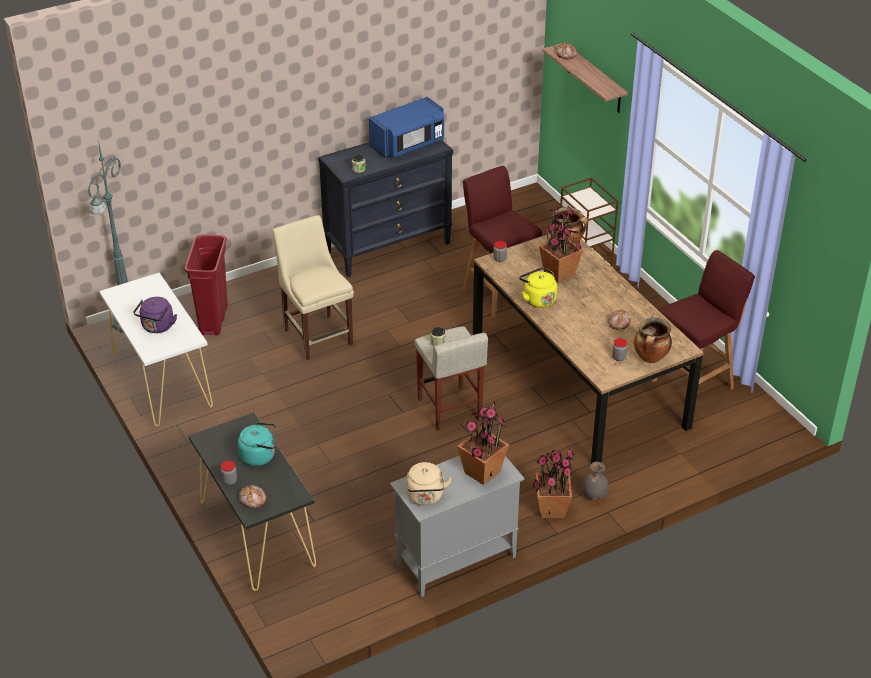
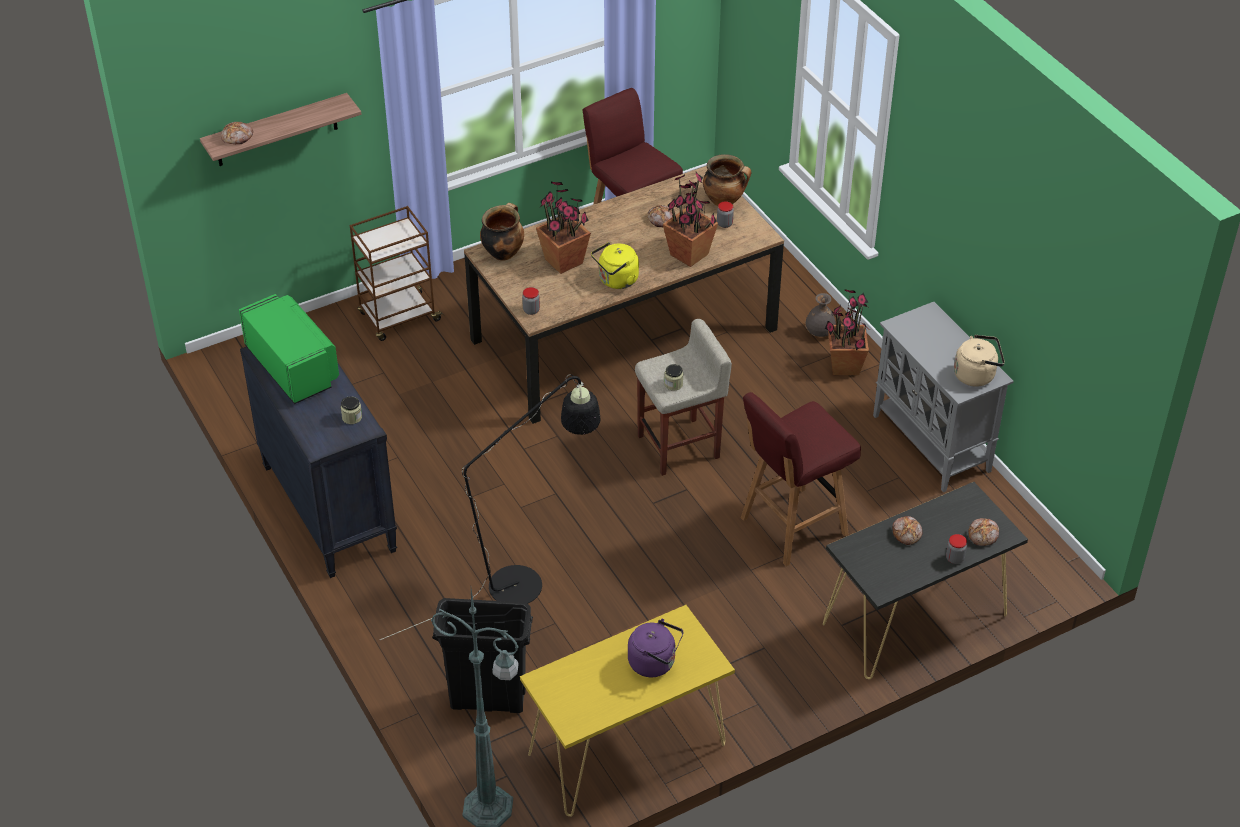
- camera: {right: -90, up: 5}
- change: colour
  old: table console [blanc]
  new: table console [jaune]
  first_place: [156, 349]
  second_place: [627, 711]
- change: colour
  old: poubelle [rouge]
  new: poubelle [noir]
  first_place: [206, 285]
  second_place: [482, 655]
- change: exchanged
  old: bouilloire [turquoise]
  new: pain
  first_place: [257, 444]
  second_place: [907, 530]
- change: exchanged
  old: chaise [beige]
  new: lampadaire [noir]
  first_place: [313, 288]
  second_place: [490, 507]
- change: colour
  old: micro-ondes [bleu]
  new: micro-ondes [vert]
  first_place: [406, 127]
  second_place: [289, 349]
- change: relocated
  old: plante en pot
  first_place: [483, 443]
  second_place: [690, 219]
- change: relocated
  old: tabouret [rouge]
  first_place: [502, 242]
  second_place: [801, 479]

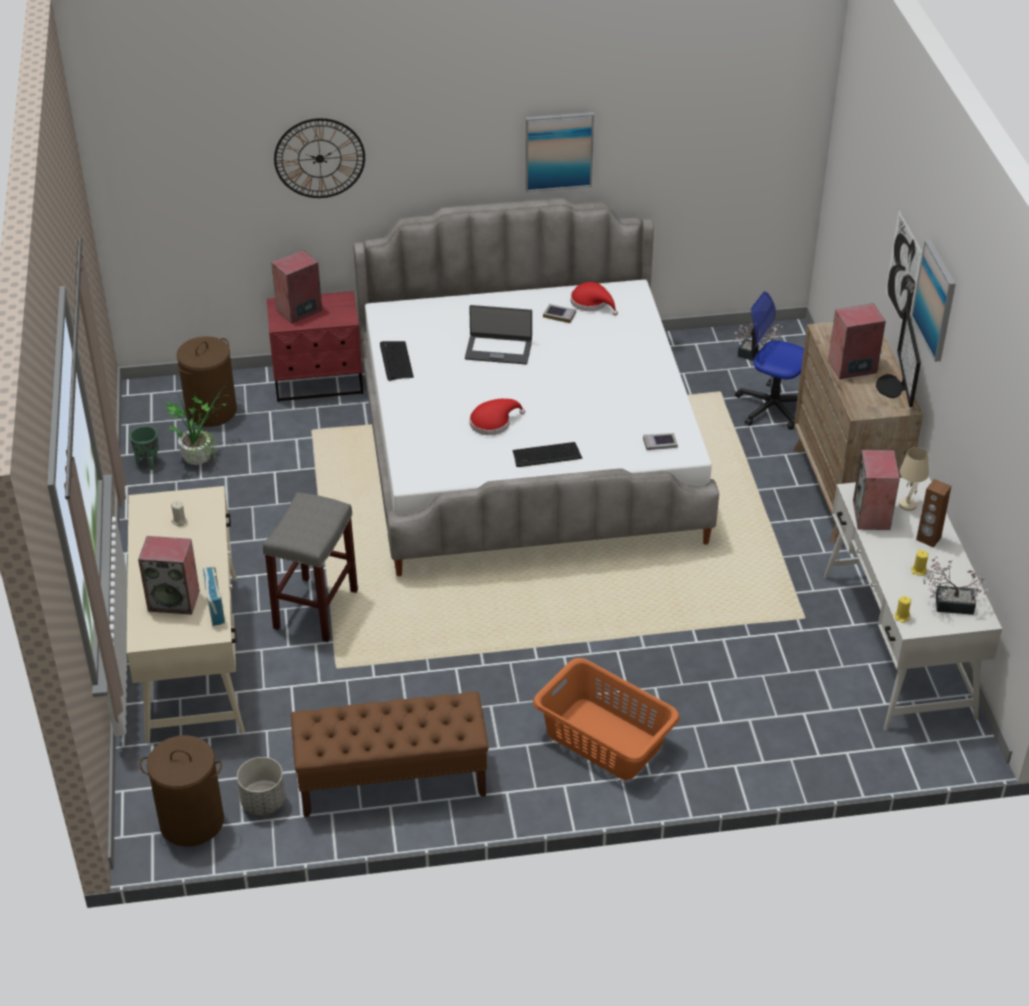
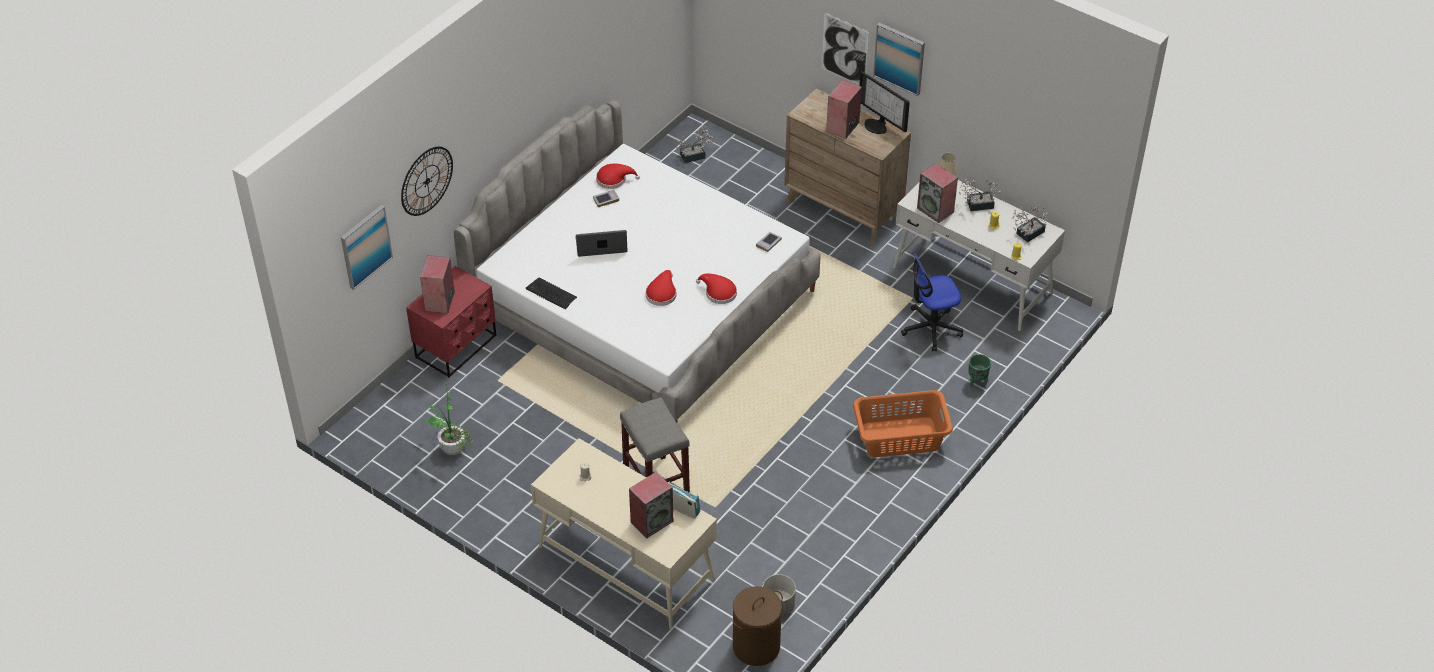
- camera: {right: -45, up: 5}
- change: relocated
  old: cache-pot [vert]
  first_place: [144, 448]
  second_place: [979, 370]
- change: missing
  old: panier à linge [marron]
  first_place: [207, 382]
- change: missing
  old: banc [marron]
  first_place: [390, 754]
- change: spun
  old: ordinateur portable
  first_place: [498, 334]
  second_place: [601, 243]
  degrees: -150
- change: exchanged
  old: clavier
  new: chapeau [rouge]
  first_place: [547, 454]
  second_place: [716, 289]
- change: relocated
  old: tableau
  first_place: [559, 152]
  second_place: [367, 247]
- change: relocated
  old: chaise de bureau
  first_place: [769, 360]
  second_place: [932, 302]
- change: exchanged
  old: enceinte [marron]
  new: plante en pot
  first_place: [933, 513]
  second_place: [980, 193]

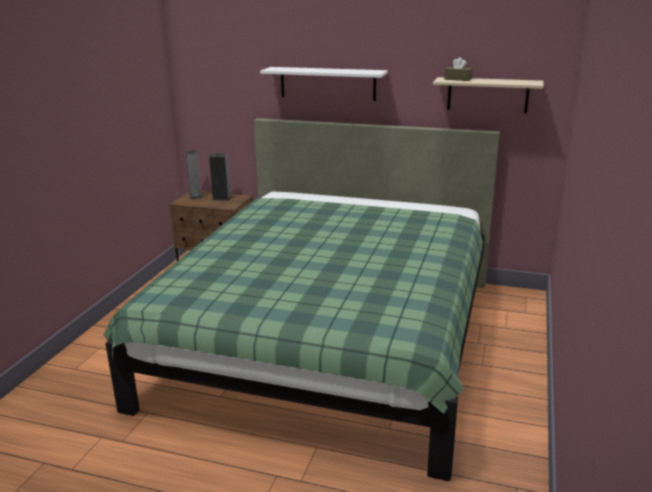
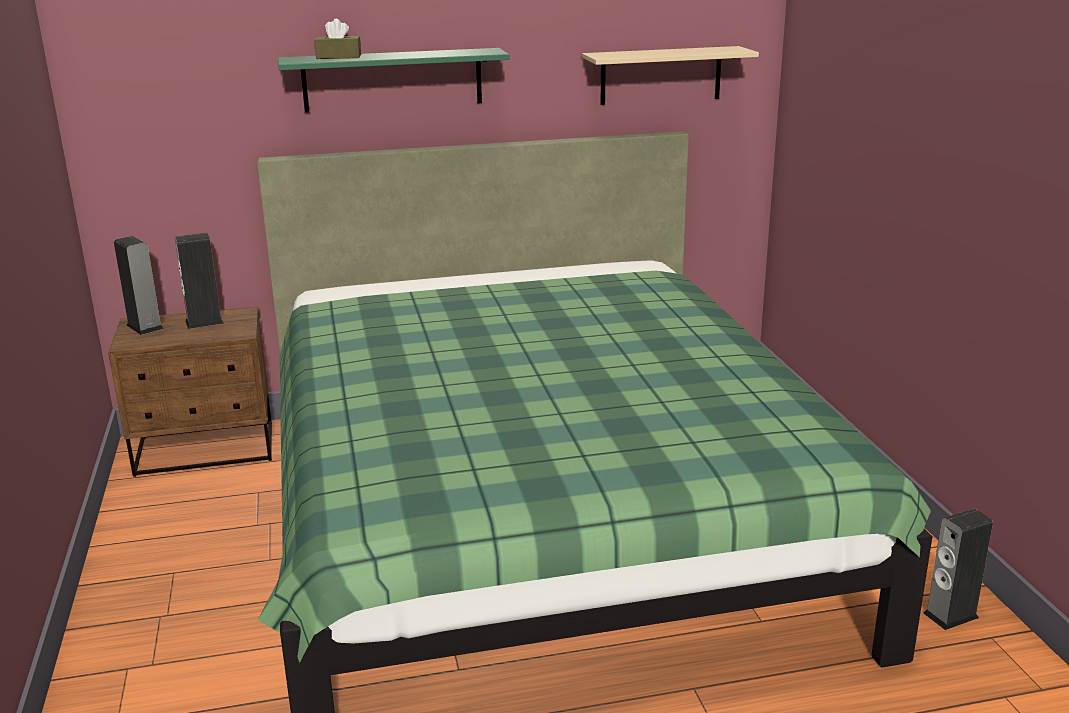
- camera: {right: -30, up: 0}
- change: colour
  old: étagère [blanc]
  new: étagère [vert]
  first_place: [324, 84]
  second_place: [394, 80]
- change: relocated
  old: boîte à mouchoirs [marron]
  first_place: [458, 69]
  second_place: [337, 39]
- change: appeared
  new: enceinte
  second_place: [958, 569]

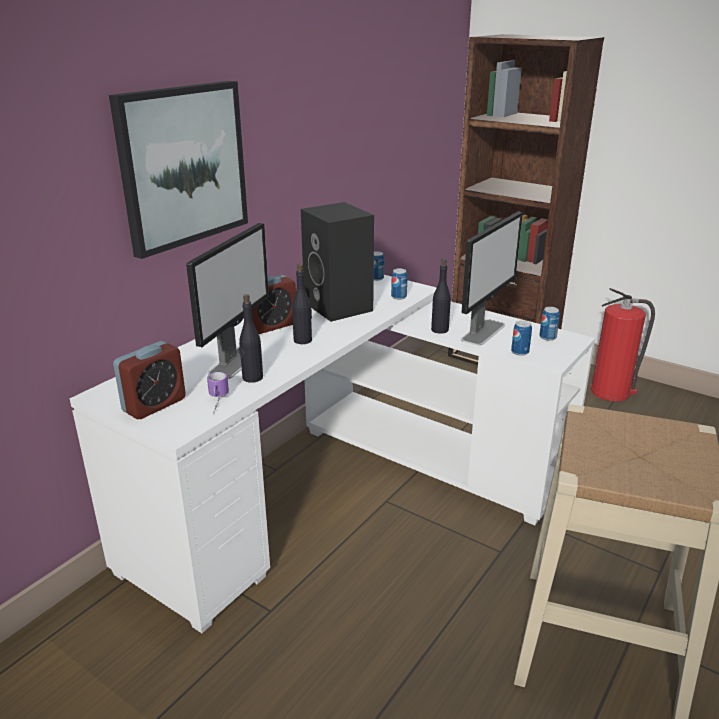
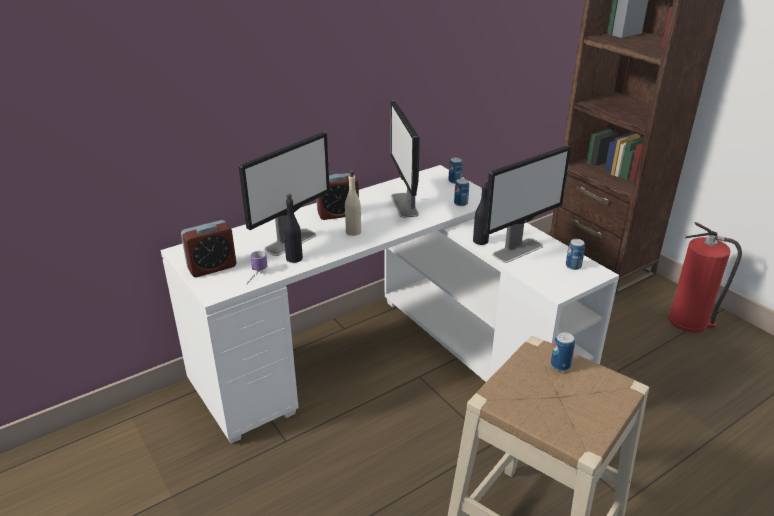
- camera: {right: 20, up: 5}
- change: missing
  old: tableau
  first_place: [178, 170]
- change: colour
  old: bouteille [noir]
  new: bouteille [beige]
  first_place: [302, 304]
  second_place: [353, 203]
- change: exchanged
  old: enceinte [noir]
  new: écran d'ordinateur
  first_place: [337, 262]
  second_place: [405, 159]
- change: relocated
  old: boîte métallique
  first_place: [521, 338]
  second_place: [563, 351]

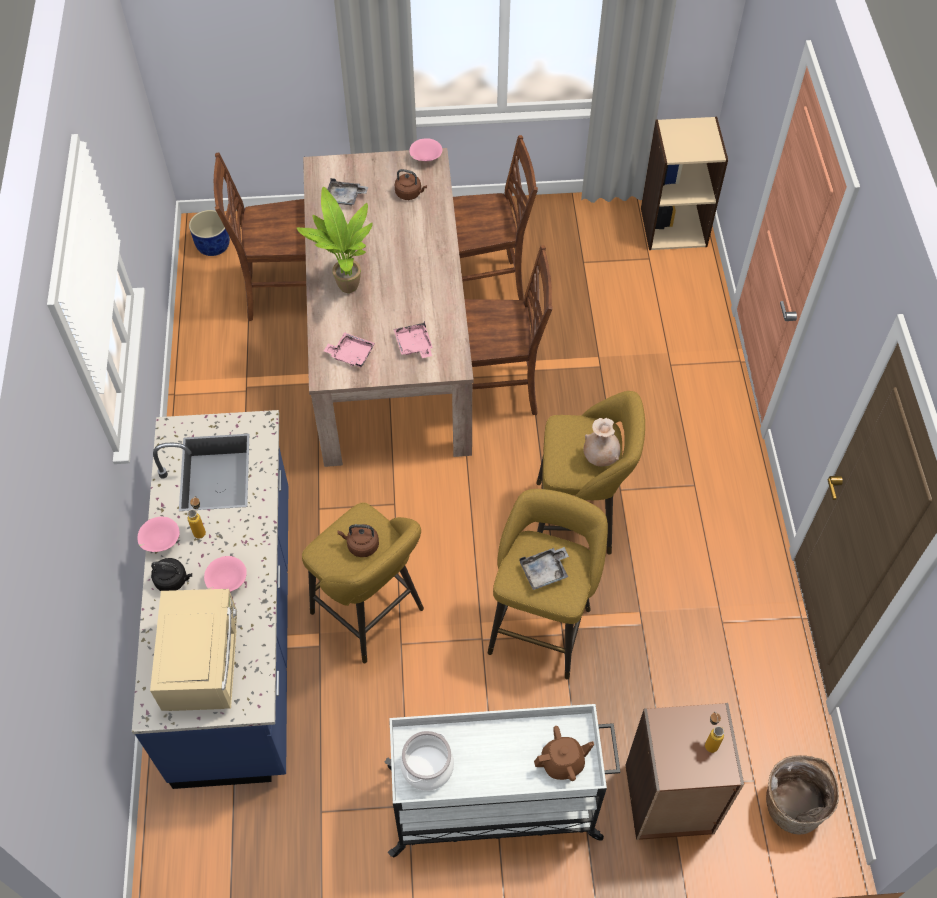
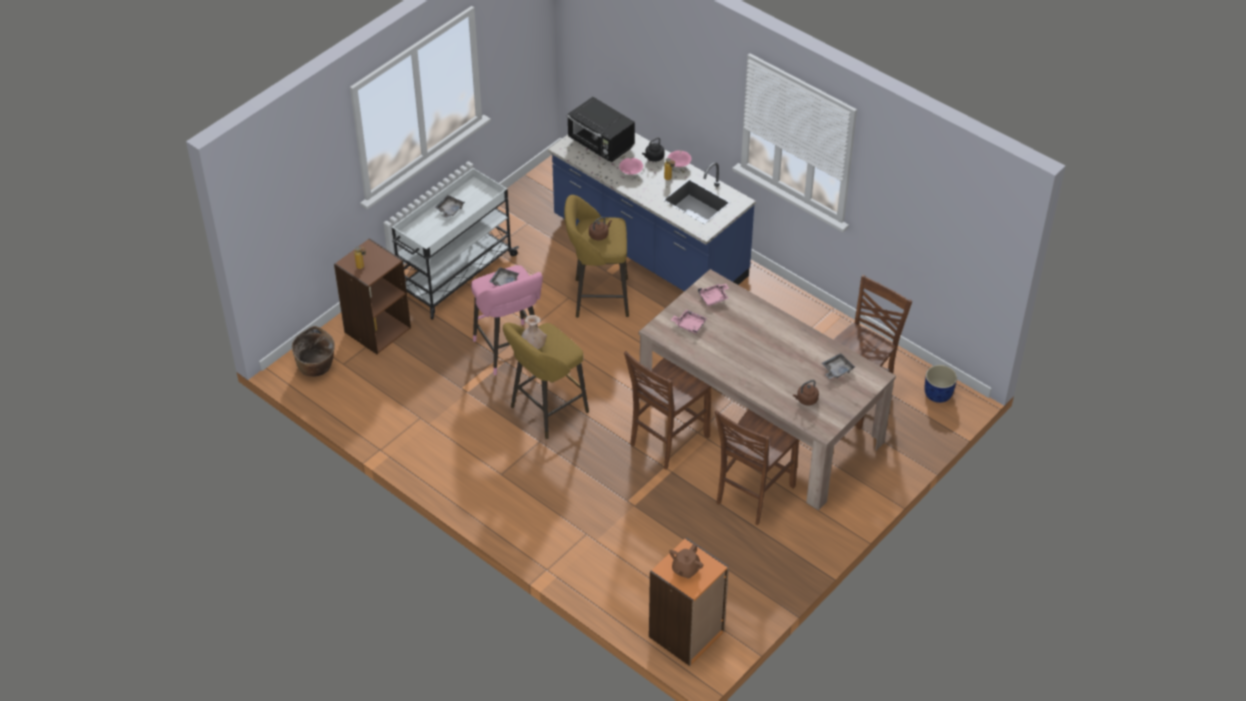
- camera: {right: 135, up: -10}
- change: colour
  old: micro-ondes [beige]
  new: micro-ondes [noir]
  first_place: [193, 650]
  second_place: [601, 129]
- change: missing
  old: plante en pot
  first_place: [335, 240]
- change: missing
  old: marmite
  first_place: [427, 761]
- change: missing
  old: bol [rose]
  first_place: [426, 149]
- change: colour
  old: tabouret [jaune]
  new: tabouret [rose]
  first_place: [548, 584]
  second_place: [507, 320]
- change: relocated
  old: théière [marron]
  first_place: [564, 753]
  second_place: [686, 561]
- change: colour
  old: bibliothèque [beige]
  new: bibliothèque [orange]
  first_place: [684, 183]
  second_place: [689, 601]
- change: appeared
  new: plateau [gris]
  second_place: [450, 206]

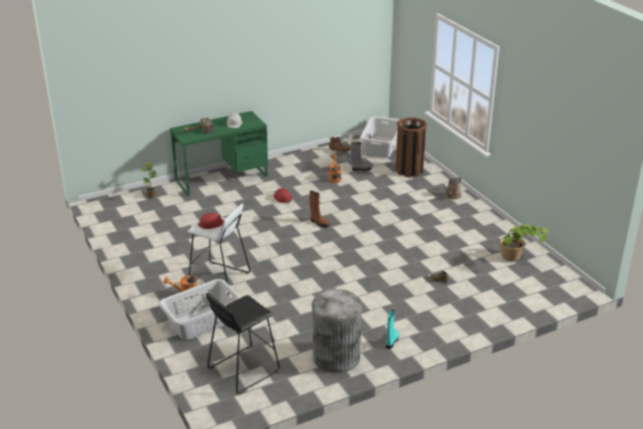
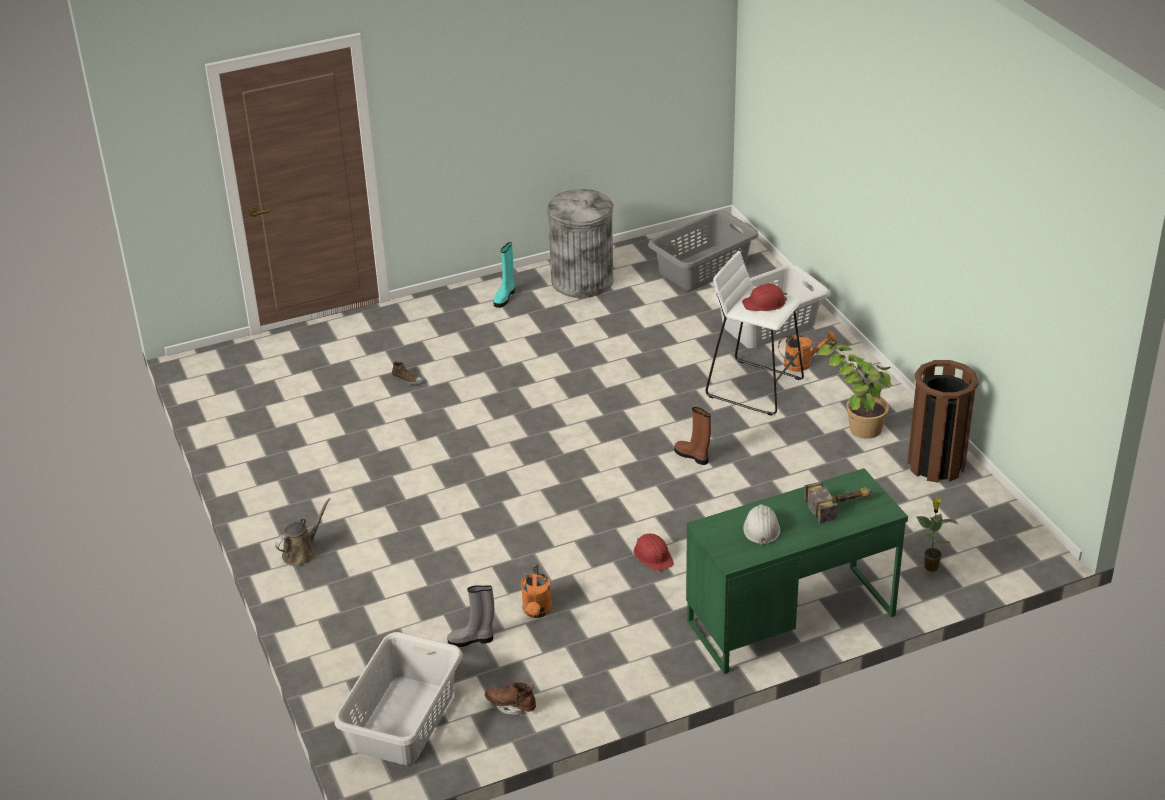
- camera: {right: -175, up: 5}
- change: exchanged
  old: tabouret [noir]
  new: panier à linge [gris]
  first_place: [243, 343]
  second_place: [703, 250]
- change: relocated
  old: botte [marron]
  first_place: [319, 208]
  second_place: [692, 436]
- change: relocated
  old: poubelle [marron]
  first_place: [411, 147]
  second_place: [942, 421]
- change: relocated
  old: plante en pot
  first_place: [524, 242]
  second_place: [854, 390]

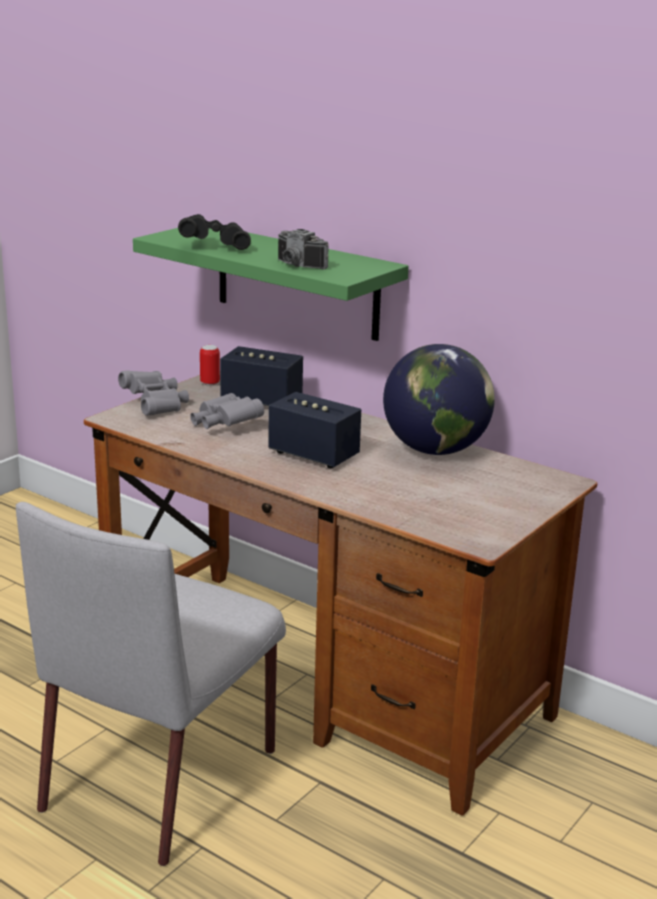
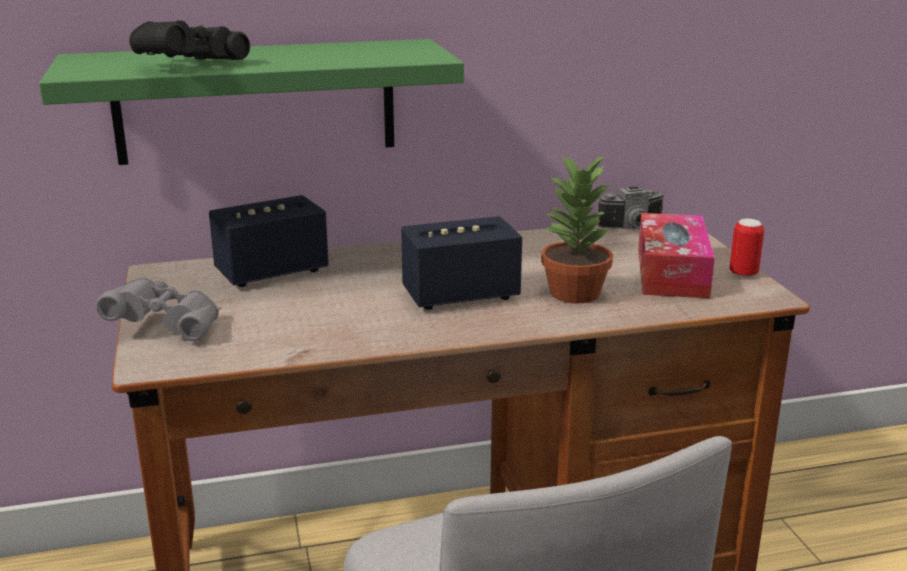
- camera: {right: -50, up: 0}
- change: missing
  old: jumelles [gris]
  first_place: [227, 411]
- change: relocated
  old: boîte métallique
  first_place: [210, 365]
  second_place: [746, 248]
- change: relocated
  old: appareil photo
  first_place: [303, 249]
  second_place: [630, 208]
- change: missing
  old: globe
  first_place: [439, 399]
- change: appeared
  new: plante en pot
  second_place: [577, 228]
- change: appeared
  new: boîte à mouchoirs
  second_place: [676, 255]

